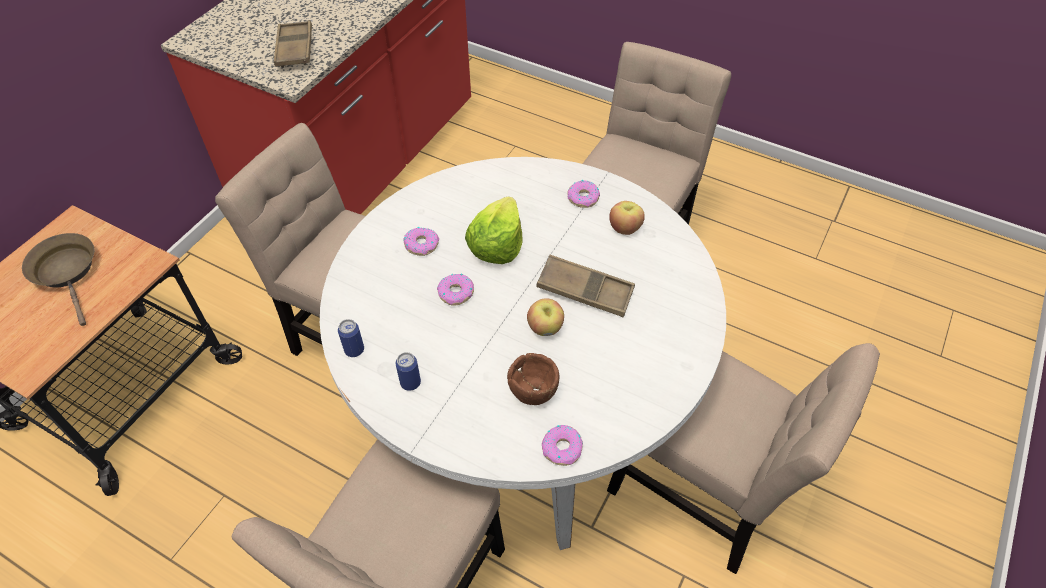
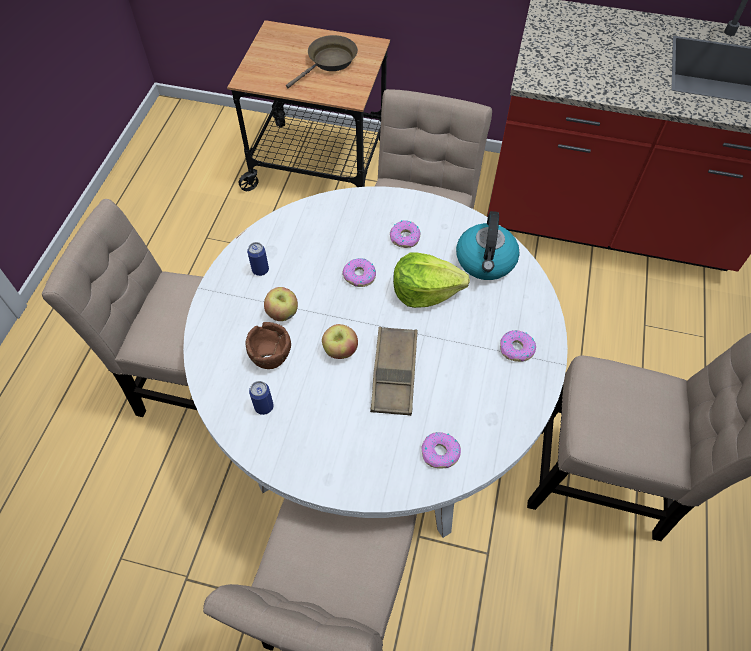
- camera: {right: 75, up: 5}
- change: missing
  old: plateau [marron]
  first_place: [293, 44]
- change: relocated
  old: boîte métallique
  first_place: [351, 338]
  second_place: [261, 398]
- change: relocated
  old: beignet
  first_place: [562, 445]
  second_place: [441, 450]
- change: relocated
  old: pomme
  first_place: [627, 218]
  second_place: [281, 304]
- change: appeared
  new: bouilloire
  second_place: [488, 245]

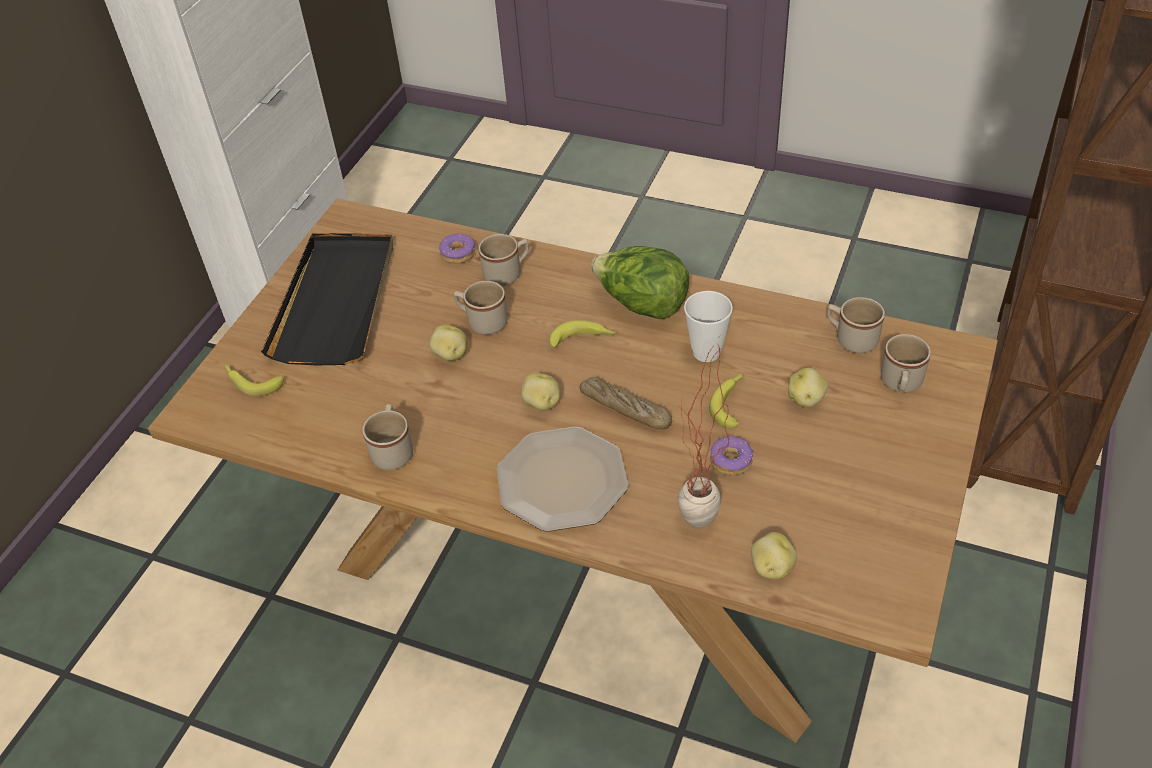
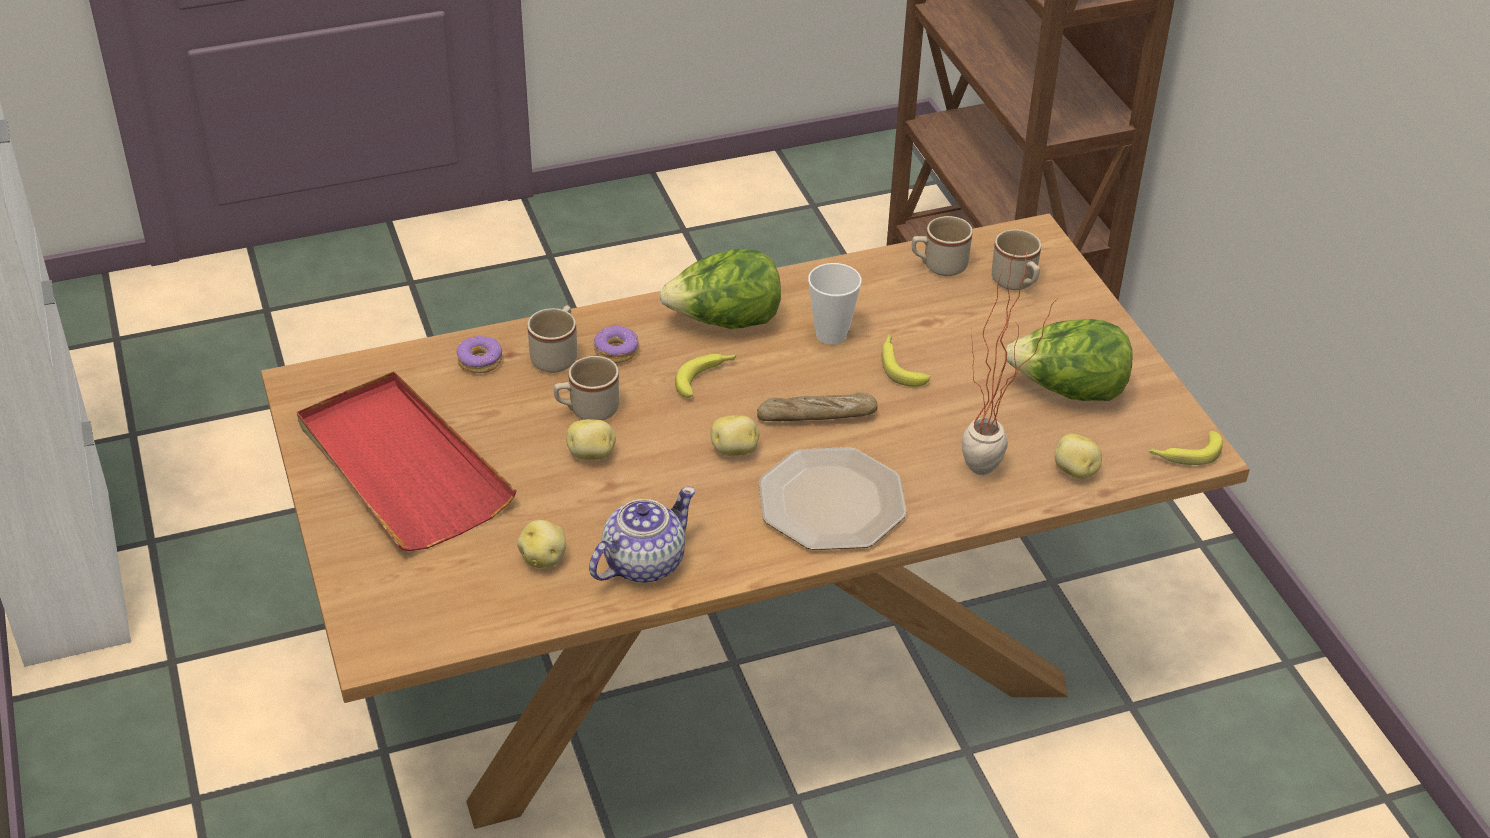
- camera: {right: -45, up: -5}
- change: relocated
  old: banane
  first_place: [254, 381]
  second_place: [1185, 448]
- change: colour
  old: plateau [noir]
  new: plateau [rouge]
  first_place: [327, 299]
  second_place: [407, 461]
- change: exchanged
  old: mug [beige]
  new: théière
  first_place: [387, 437]
  second_place: [642, 535]
- change: relocated
  old: beignet
  first_place: [731, 455]
  second_place: [616, 344]
- change: relocated
  old: pomme de terre
  first_place: [808, 388]
  second_place: [541, 544]
- change: appeared
  new: laitue
  second_place: [1068, 360]

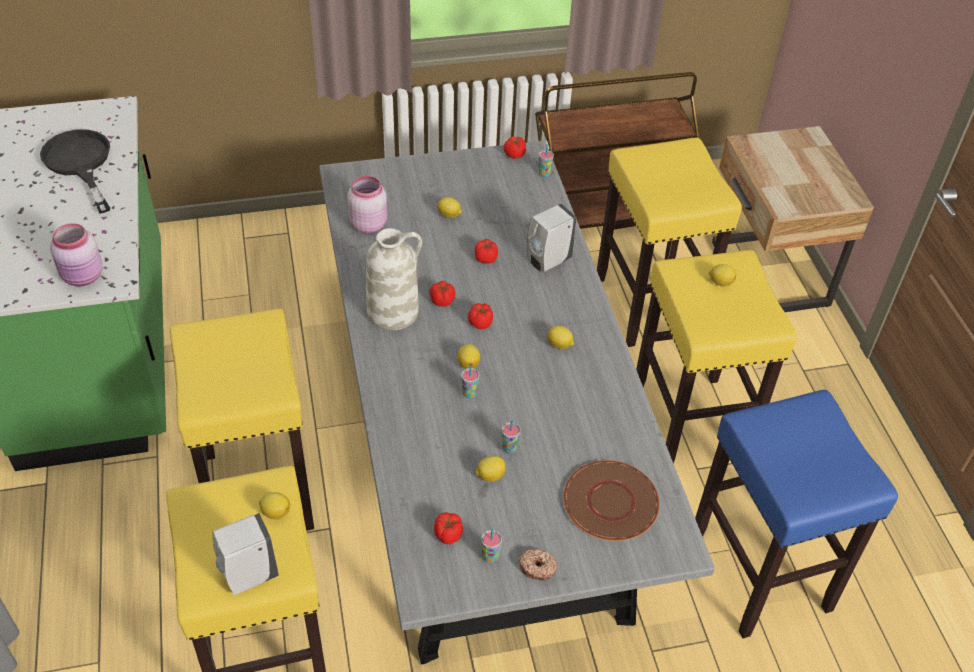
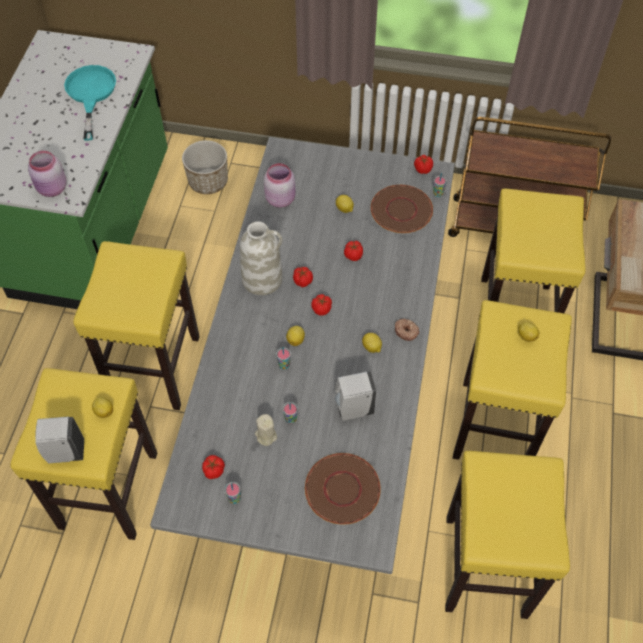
- camera: {right: 25, up: 10}
- change: colour
  old: poêle [noir]
  new: poêle [turquoise]
  first_place: [75, 171]
  second_place: [90, 103]
- change: exchanged
  old: citron
  new: bougie [beige]
  first_place: [490, 468]
  second_place: [266, 430]
- change: relocated
  old: beignet
  first_place: [538, 564]
  second_place: [407, 330]
- change: relocated
  old: distributeur de savon [blanc]
  first_place: [552, 238]
  second_place: [355, 396]
- change: colour
  old: tabouret [bleu]
  new: tabouret [jaune]
  first_place: [796, 514]
  second_place: [507, 535]
- change: appeared
  new: cache-pot
  second_place: [205, 167]
- change: appeared
  new: assiette [marron]
  second_place: [402, 209]

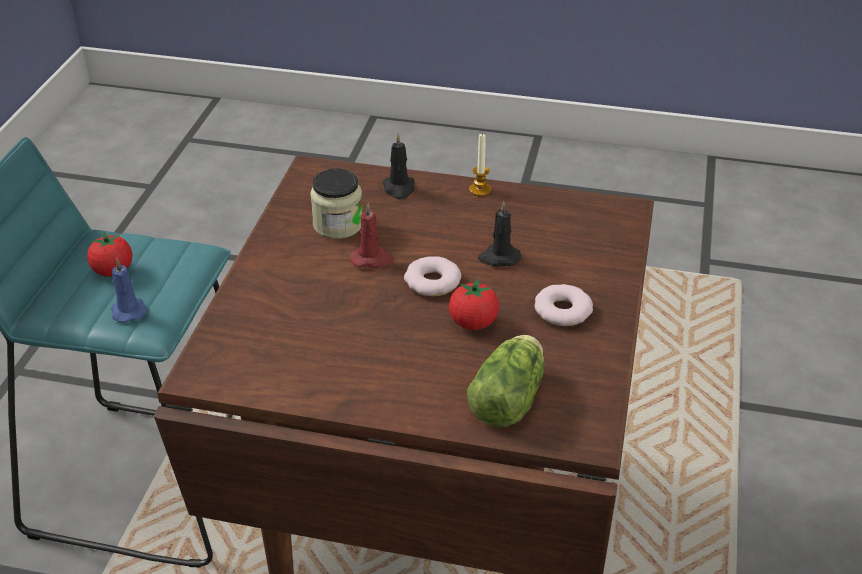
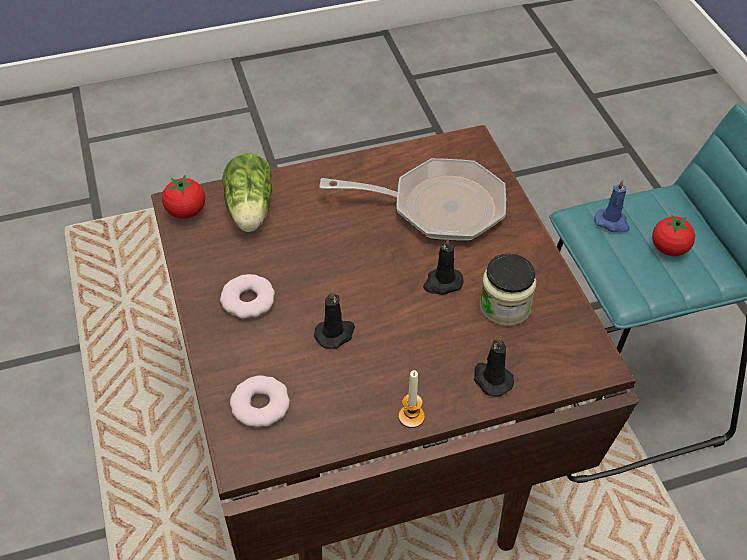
- camera: {right: 150, up: 10}
- change: colour
  old: bougie [rouge]
  new: bougie [noir]
  first_place: [371, 235]
  second_place: [443, 266]
- change: relocated
  old: beignet
  first_place: [432, 276]
  second_place: [260, 401]
- change: relocated
  old: tomate
  first_place: [474, 304]
  second_place: [183, 197]
- change: appeared
  new: poêle
  second_place: [412, 199]

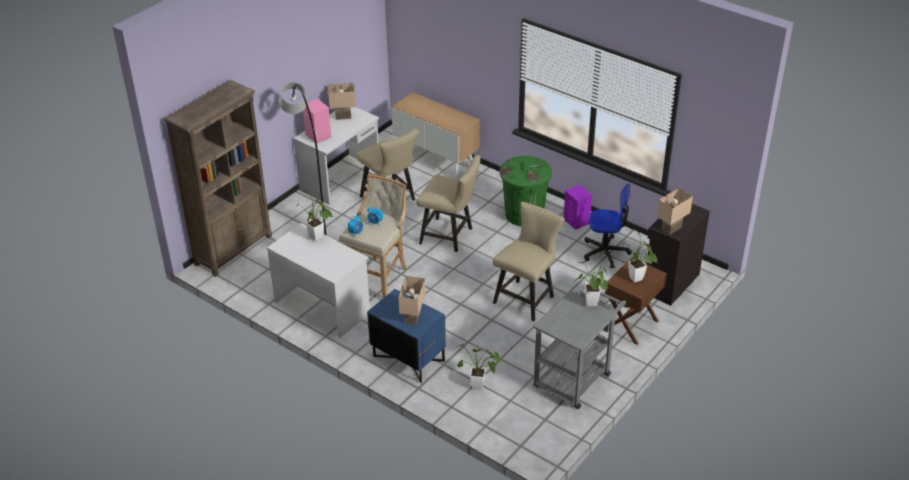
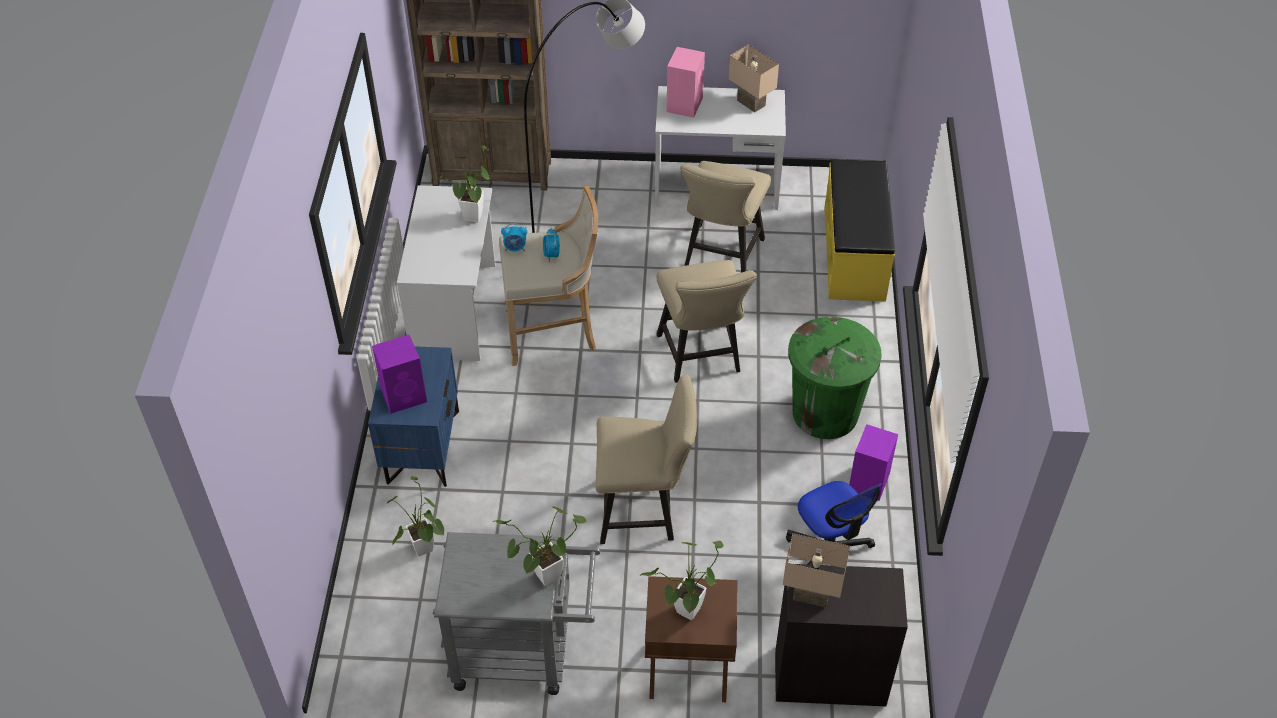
- camera: {right: 55, up: 10}
- change: exchanged
  old: meuble de rangement
  new: banc [jaune]
  first_place: [435, 136]
  second_place: [859, 230]
- change: exchanged
  old: lampe de table [beige]
  new: enceinte [violet]
  first_place: [411, 300]
  second_place: [399, 374]

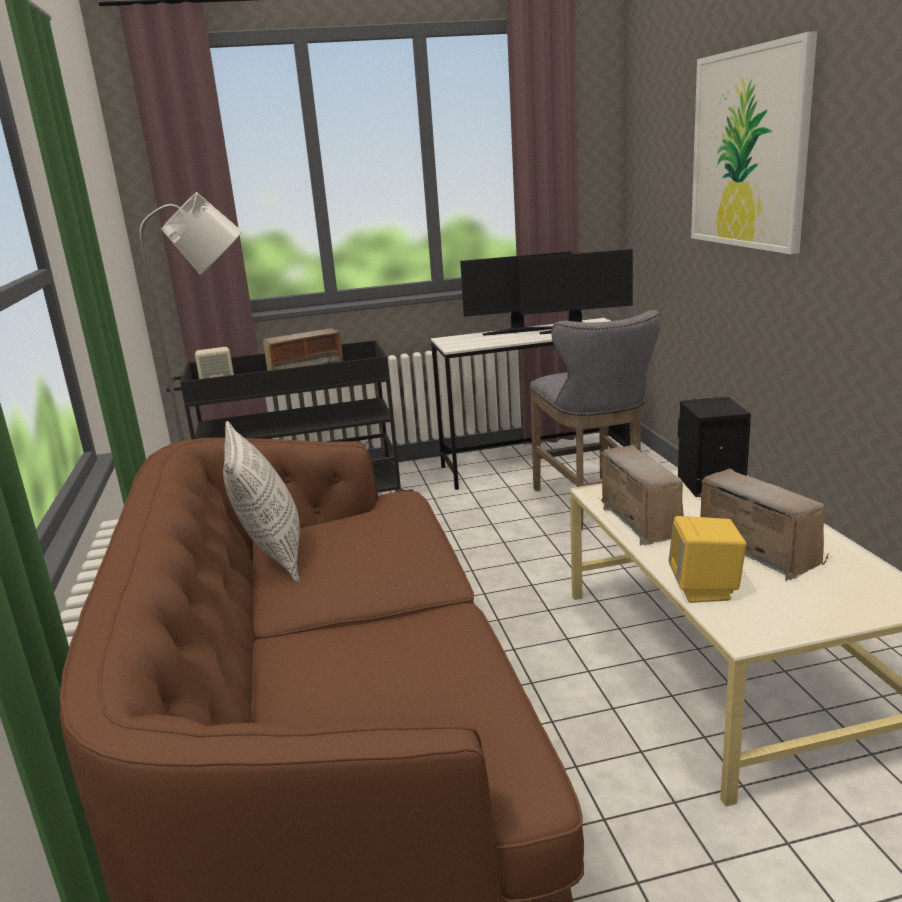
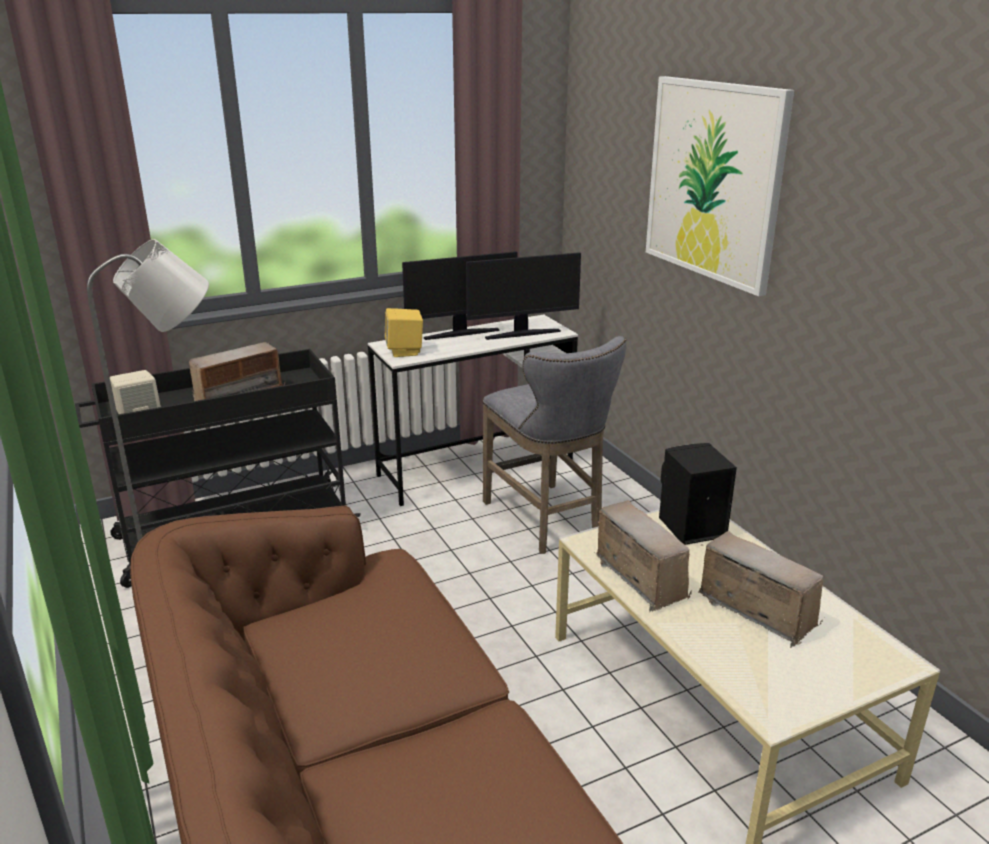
- camera: {right: -15, up: 5}
- change: missing
  old: coussin
  first_place: [261, 502]
- change: relocated
  old: enceinte [jaune]
  first_place: [707, 559]
  second_place: [404, 332]

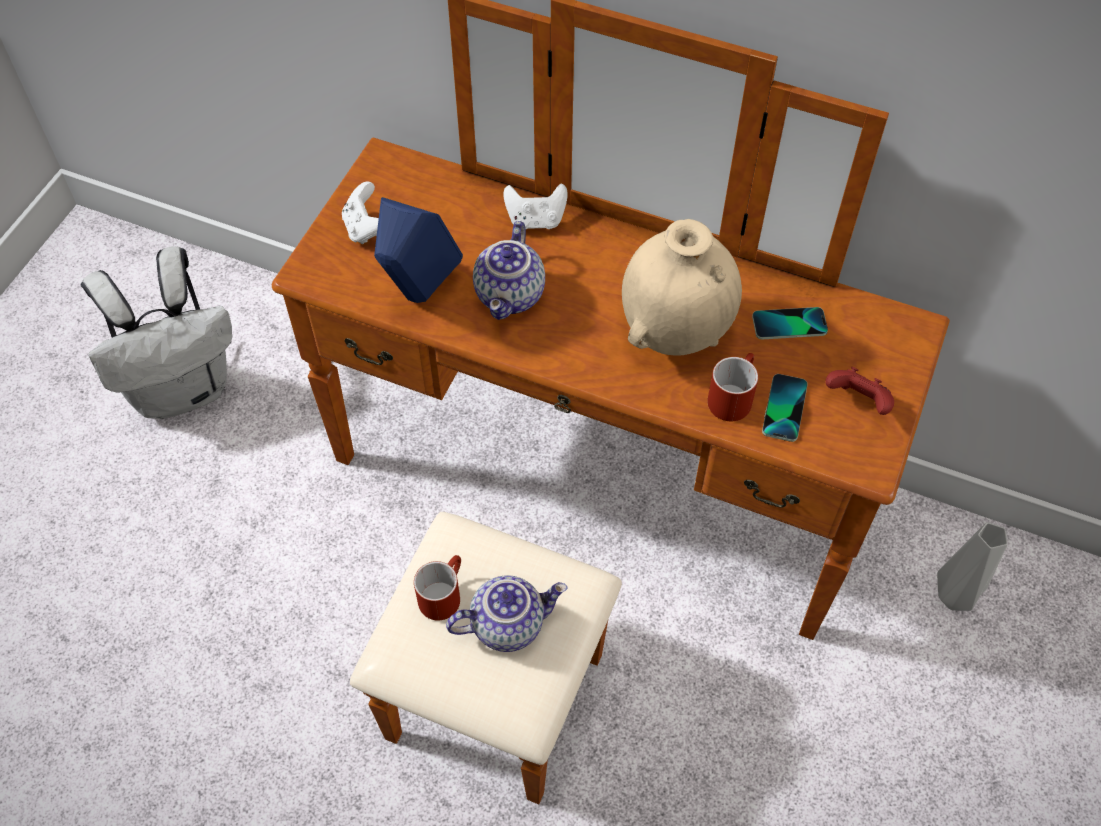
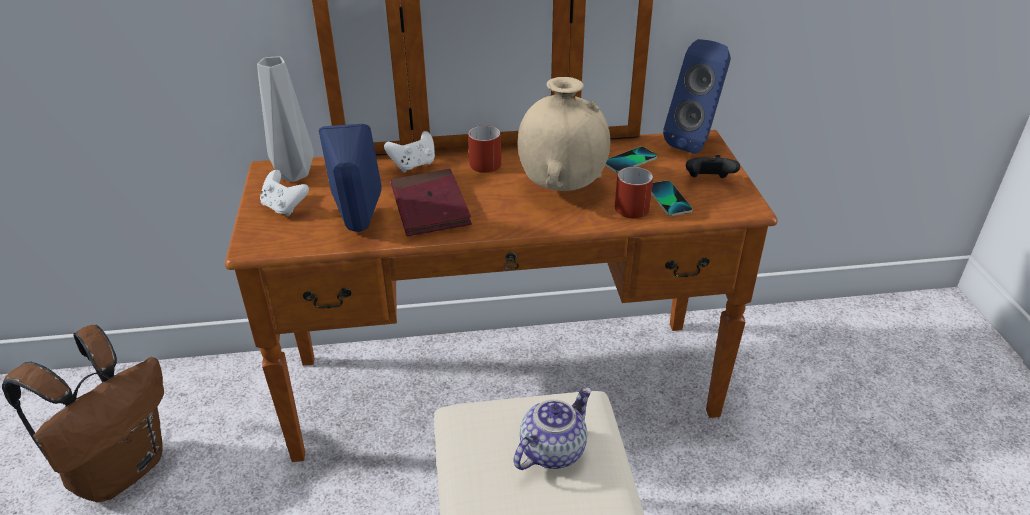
- camera: {right: -30, up: -20}
- change: colour
  old: sac à dos [blanc]
  new: sac à dos [marron]
  first_place: [156, 332]
  second_place: [83, 413]
- change: relocated
  old: mug [rouge]
  first_place: [437, 588]
  second_place: [484, 149]
- change: exchanged
  old: théière
  new: livre [rouge]
  first_place: [509, 270]
  second_place: [431, 202]
- change: colour
  old: manette [rouge]
  new: manette [noir]
  first_place: [859, 391]
  second_place: [713, 166]
- change: relocated
  old: vase [gris]
  first_place: [972, 566]
  second_place: [285, 119]
- change: appeared
  new: enceinte [bleu]
  second_place: [697, 96]

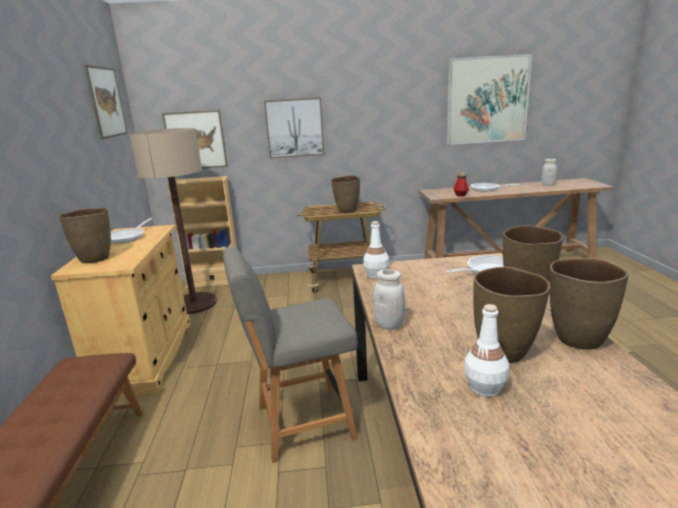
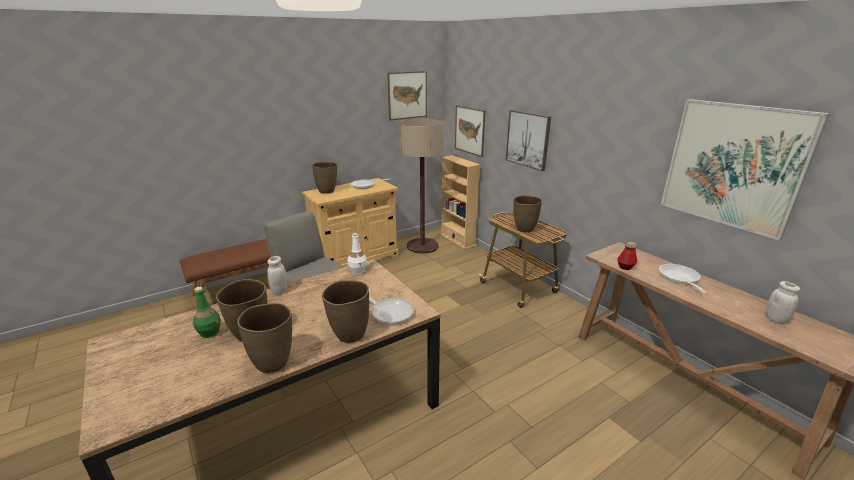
- camera: {right: 60, up: 5}
- change: colour
  old: bouteille [blanc]
  new: bouteille [vert]
  first_place: [486, 350]
  second_place: [207, 312]

